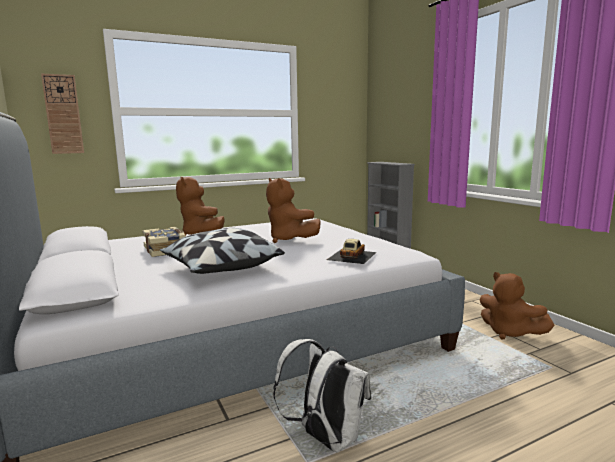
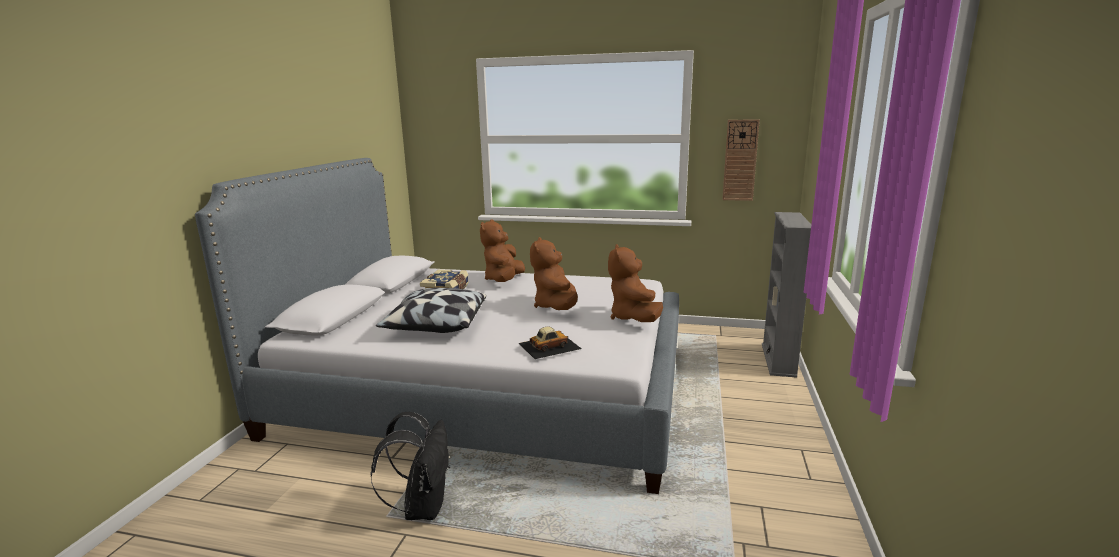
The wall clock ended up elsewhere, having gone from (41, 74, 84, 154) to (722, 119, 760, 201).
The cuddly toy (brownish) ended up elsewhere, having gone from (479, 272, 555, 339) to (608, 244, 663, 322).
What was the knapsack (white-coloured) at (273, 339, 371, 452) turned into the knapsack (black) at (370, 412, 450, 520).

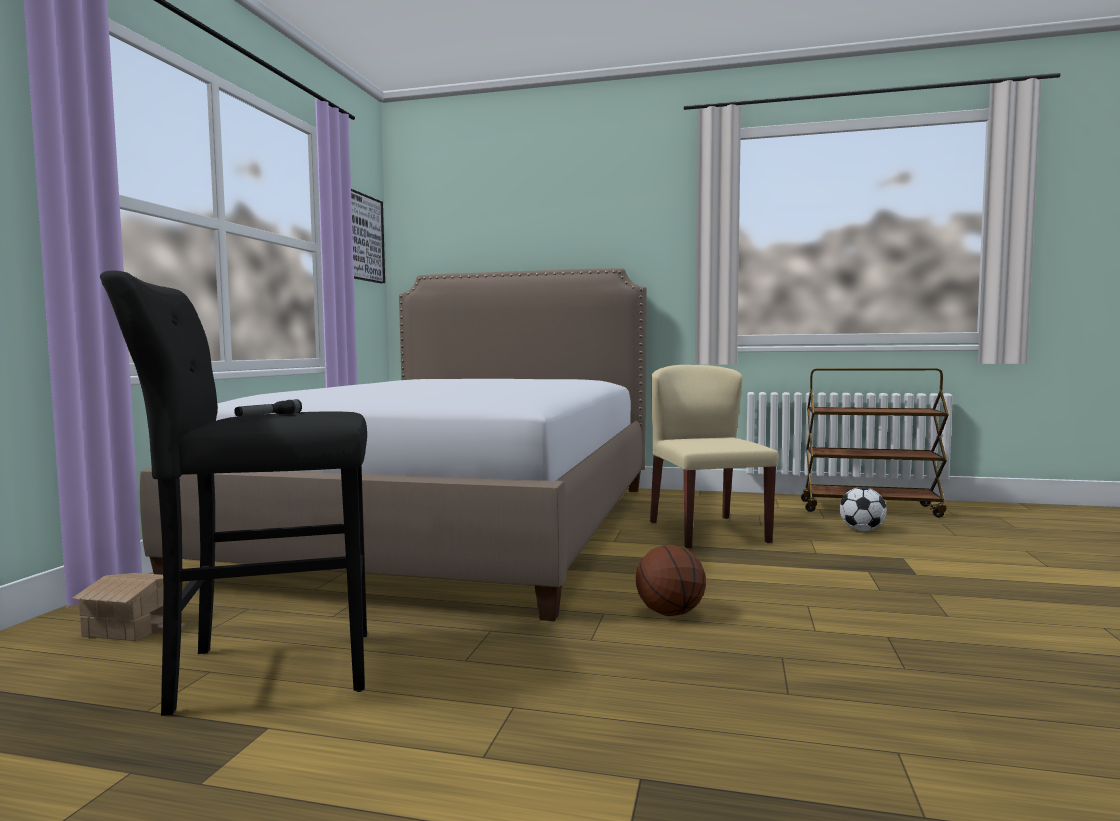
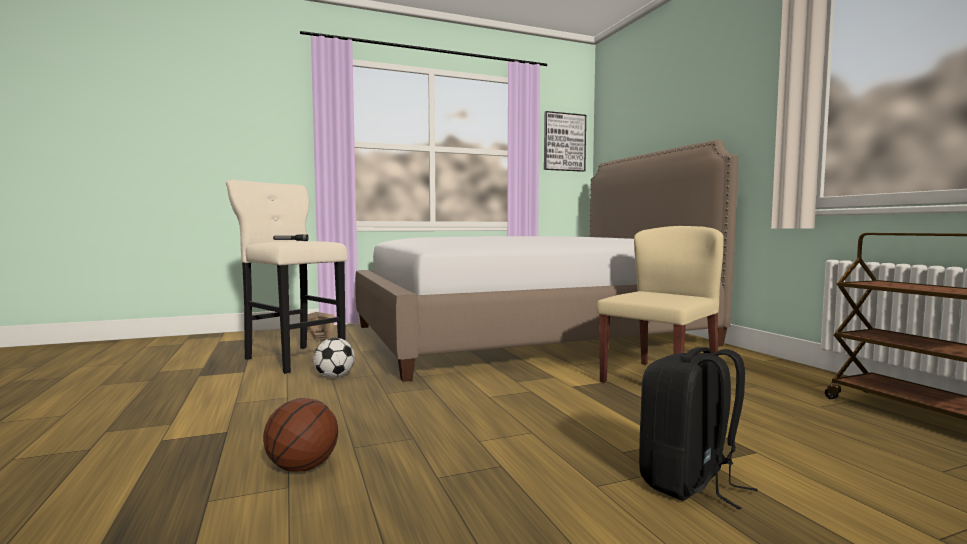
The second view gained the knapsack (black) at (639, 347, 758, 510).
The basketball ball ended up elsewhere, having gone from (636, 545, 706, 616) to (263, 398, 338, 472).
The football ball ended up elsewhere, having gone from (839, 487, 887, 531) to (313, 338, 355, 378).
What was the stool seat (black) at (100, 270, 367, 716) turned into the stool seat (beige-coloured) at (226, 180, 347, 374).

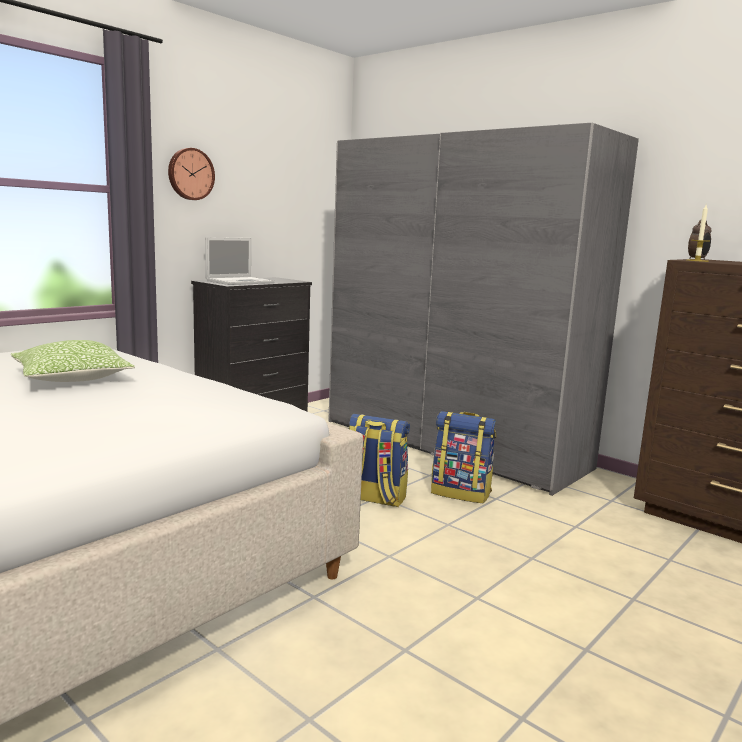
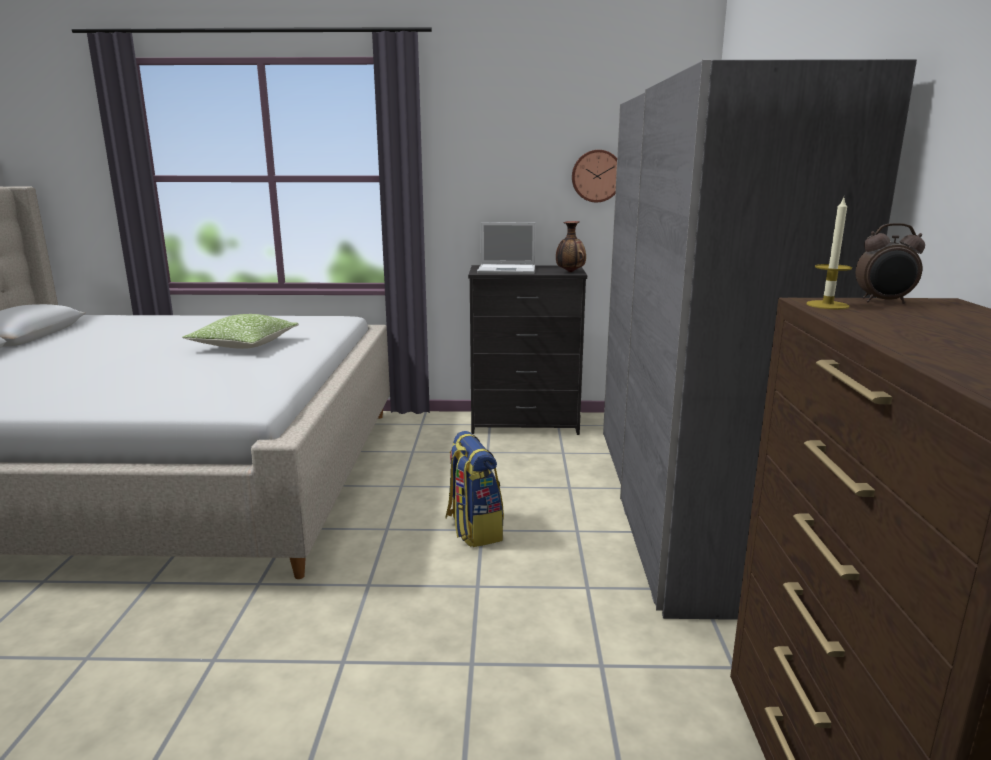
The second view lost the knapsack at (431, 411, 496, 504).
The second view gained the vase at (556, 221, 586, 272).
The wall clock ended up elsewhere, having gone from (168, 148, 215, 200) to (572, 150, 617, 202).

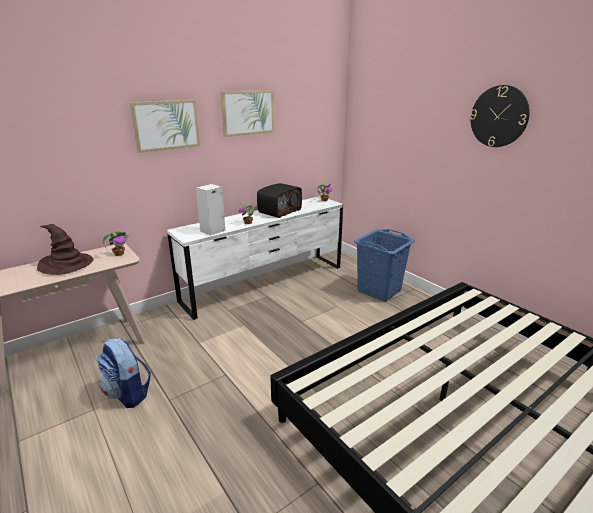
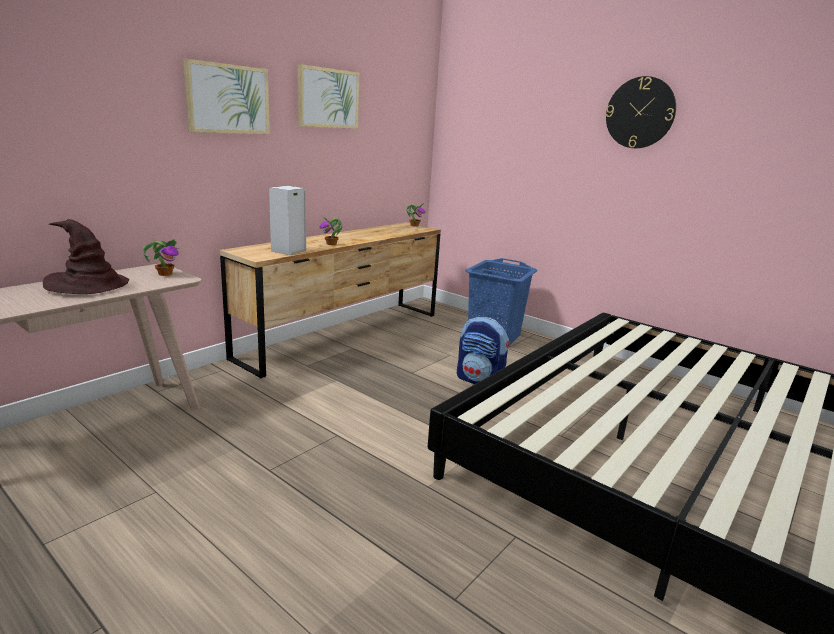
The second view lost the radio set at (257, 183, 302, 218).
The knapsack ended up elsewhere, having gone from (97, 338, 151, 408) to (457, 317, 510, 384).
What was the dresser (white-coloured) at (167, 196, 343, 320) turned into the dresser (brownish) at (220, 222, 441, 379).

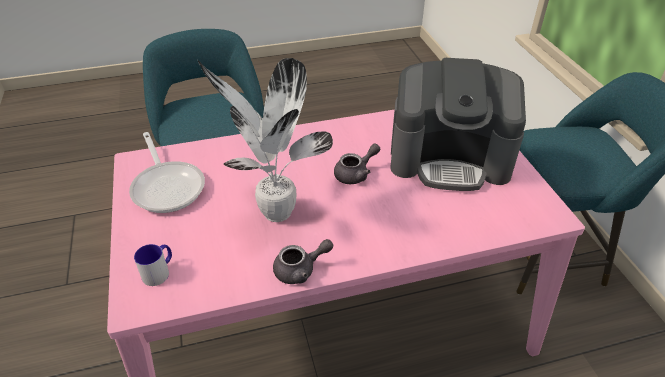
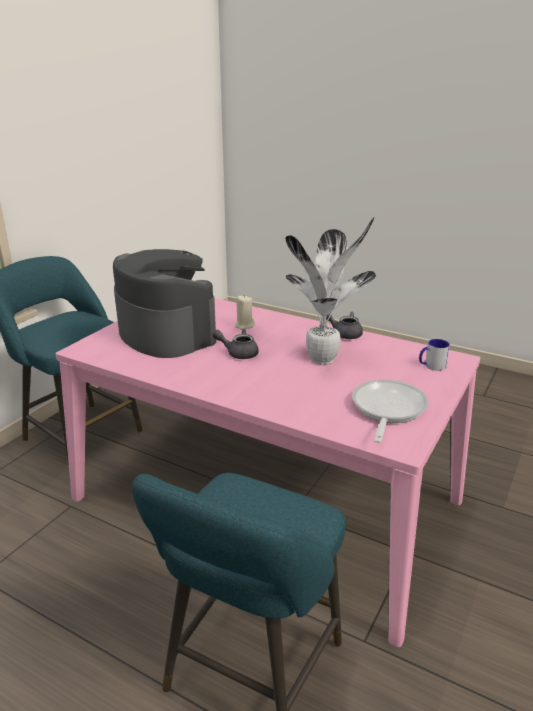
The second view gained the wax light (beige-coloured) at (235, 295, 255, 330).

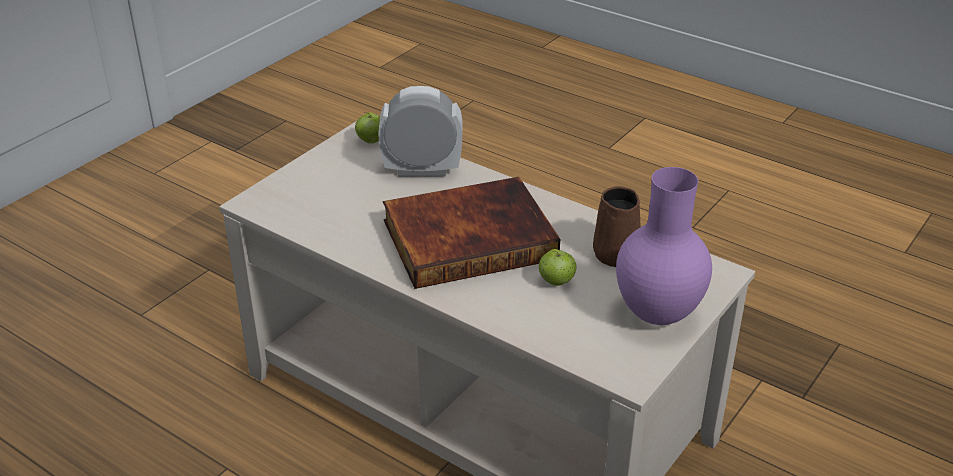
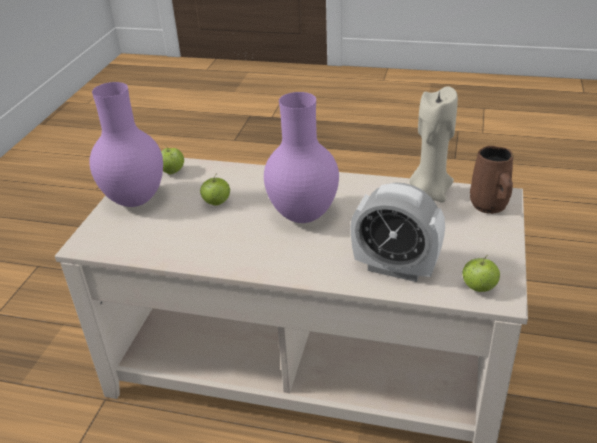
The second view gained the apple fruit at (161, 144, 184, 174).
The second view gained the wax light (beige-coloured) at (409, 86, 458, 203).
The tea mug (brownish) ended up elsewhere, having gone from (593, 186, 641, 267) to (470, 146, 514, 214).
Where the volume stood at (383, 177, 560, 289), the vase (purple) came to stand at (264, 92, 339, 223).
The table clock at (378, 86, 463, 177) ended up facing another way, 45 degrees clockwise from before.

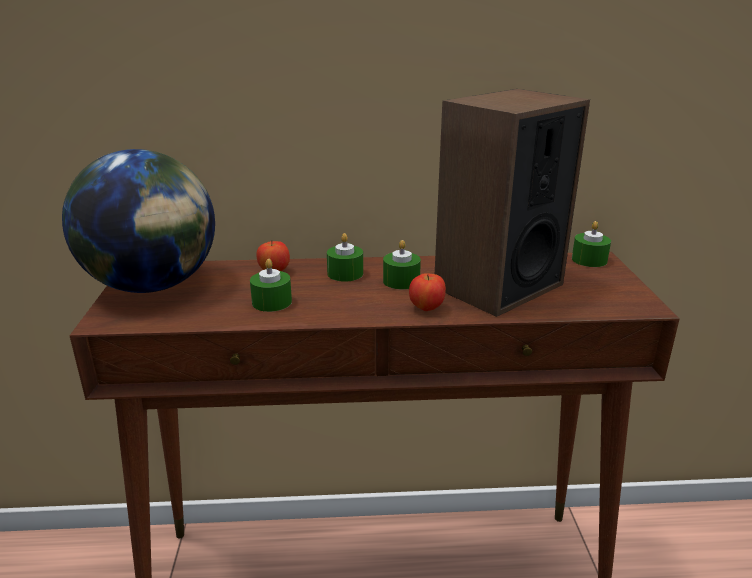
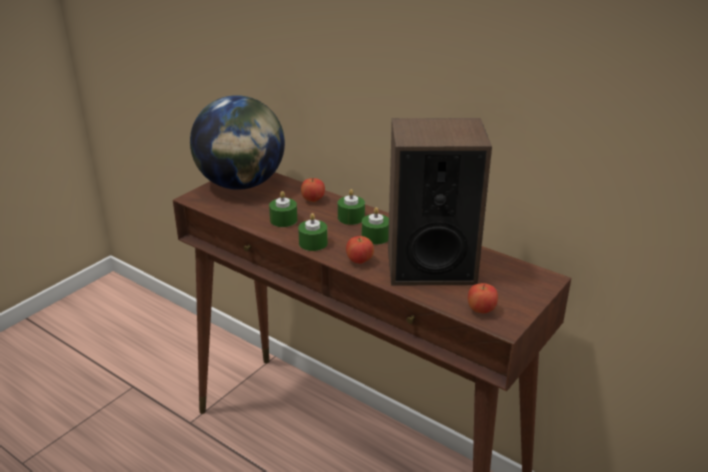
The second view gained the apple fruit at (468, 283, 498, 313).
The wax light (greenish) ended up elsewhere, having gone from (572, 221, 611, 267) to (298, 213, 328, 251).

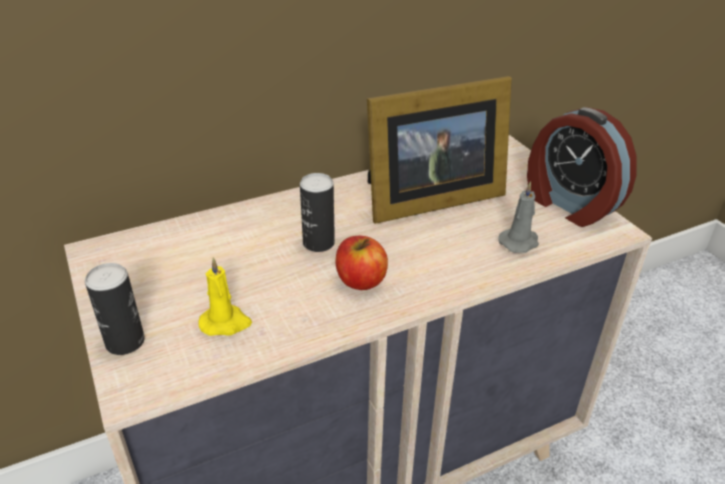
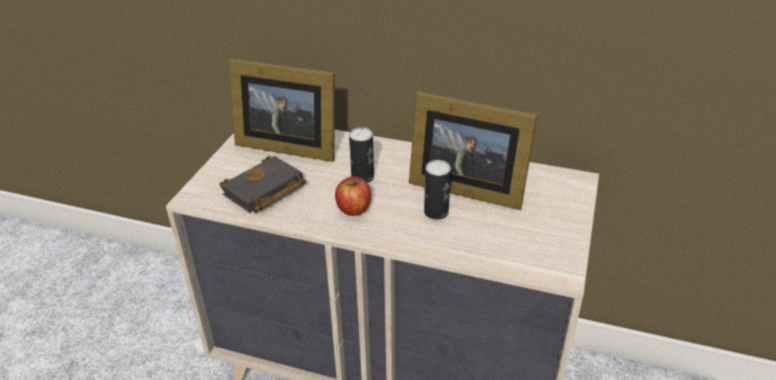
The second view lost the wax light (greyish) at (498, 181, 539, 253).
The second view lost the table clock at (527, 107, 637, 227).
The second view gained the photo frame at (229, 59, 335, 162).
The can ended up elsewhere, having gone from (85, 263, 145, 355) to (424, 160, 451, 220).
Where the wax light (yellow) stood at (199, 257, 252, 336), the volume (black) came to stand at (219, 156, 306, 213).

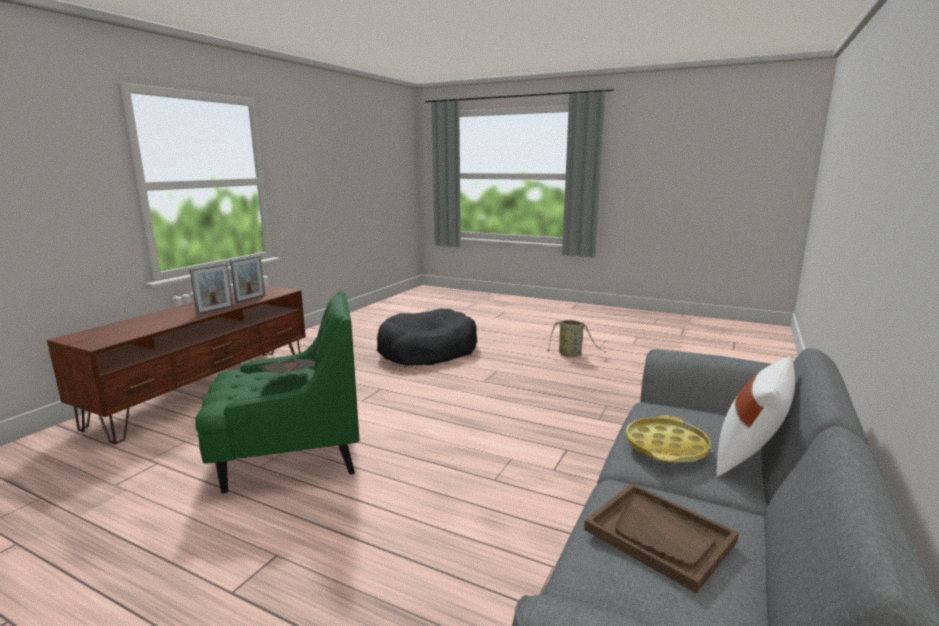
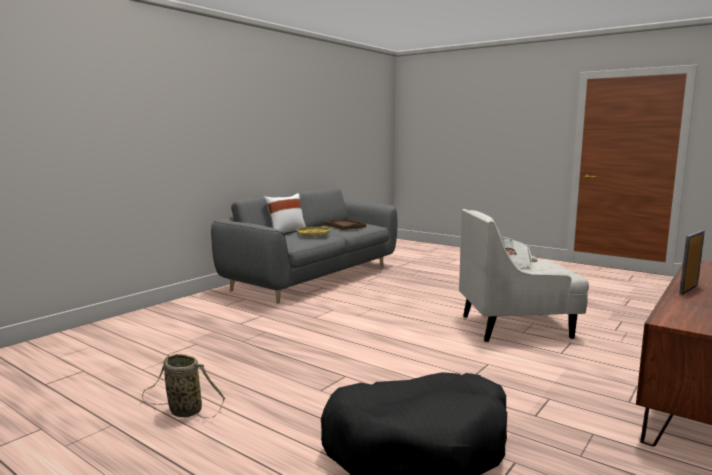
The second view lost the photo frame at (230, 255, 265, 303).
What was the easy chair (greenish) at (195, 291, 359, 493) turned into the easy chair (white-coloured) at (459, 209, 589, 342).

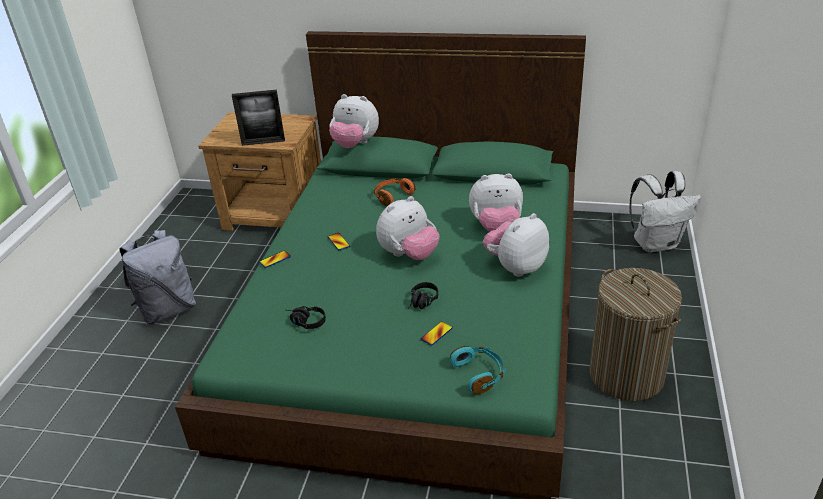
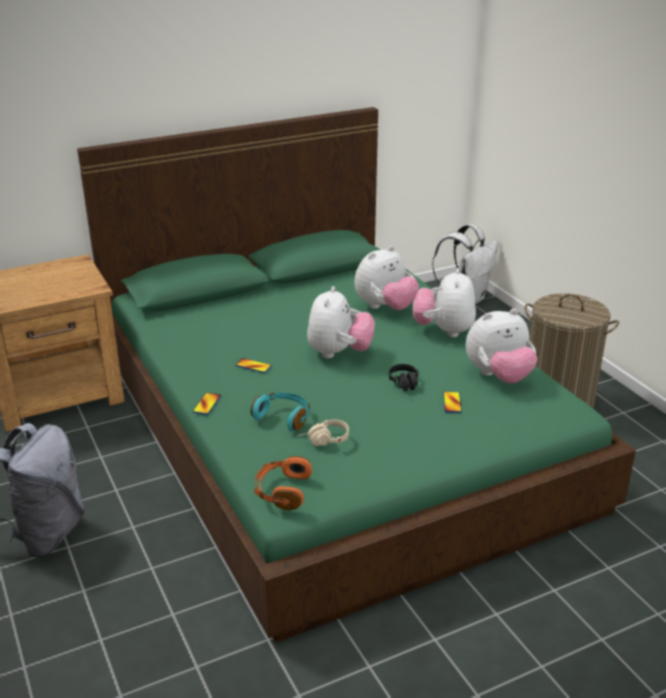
The second view lost the photo frame at (232, 90, 285, 146).
The cuddly toy ended up elsewhere, having gone from (329, 94, 379, 148) to (466, 309, 537, 383).
The headphones (orange-coloured) ended up elsewhere, having gone from (374, 178, 415, 206) to (254, 456, 312, 510).
The headphones (blue-green) ended up elsewhere, having gone from (450, 346, 506, 394) to (251, 392, 310, 431).
What was the headphones (black) at (287, 306, 326, 329) turned into the headphones (beige-coloured) at (297, 420, 349, 446).

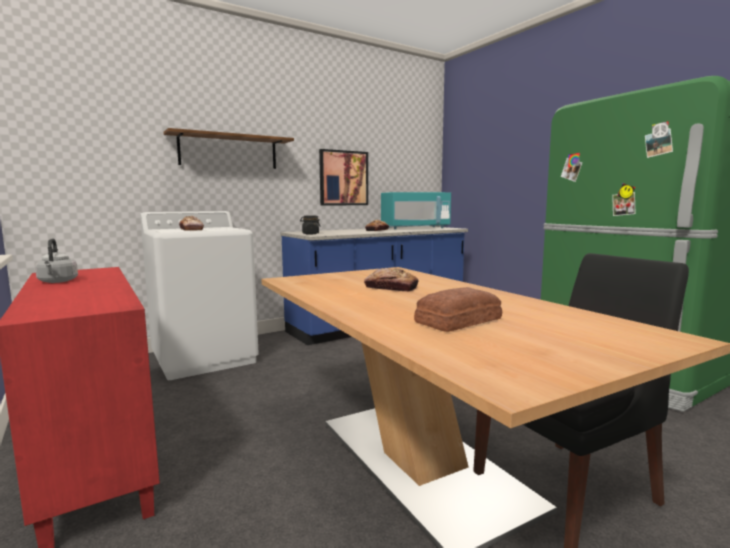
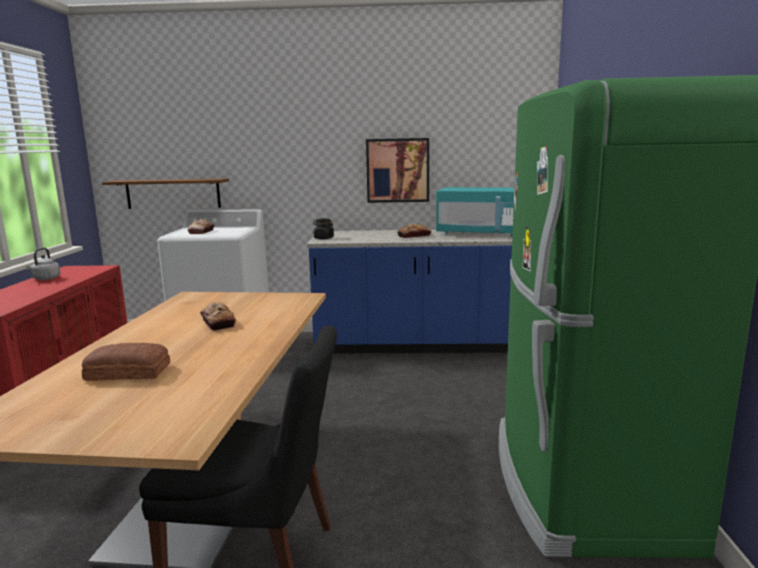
The shelf ended up elsewhere, having gone from (163, 128, 294, 169) to (102, 178, 229, 209).

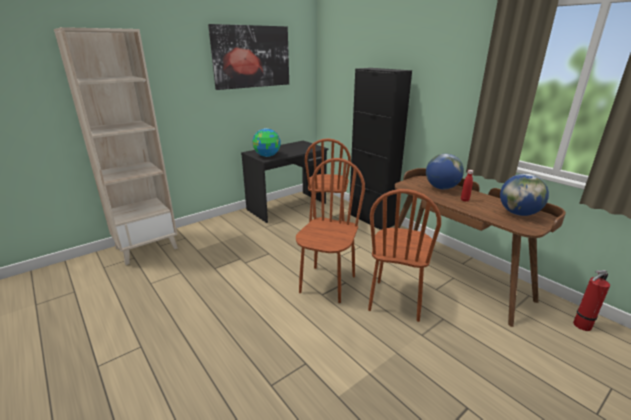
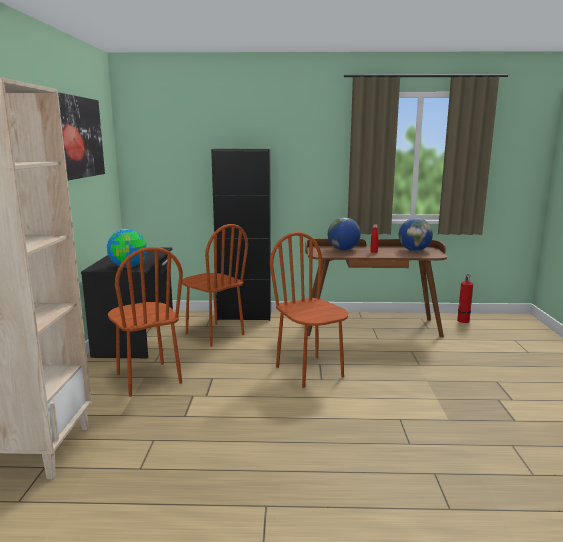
The plain chair (brownish) ended up elsewhere, having gone from (368, 189, 441, 322) to (108, 247, 183, 397).

